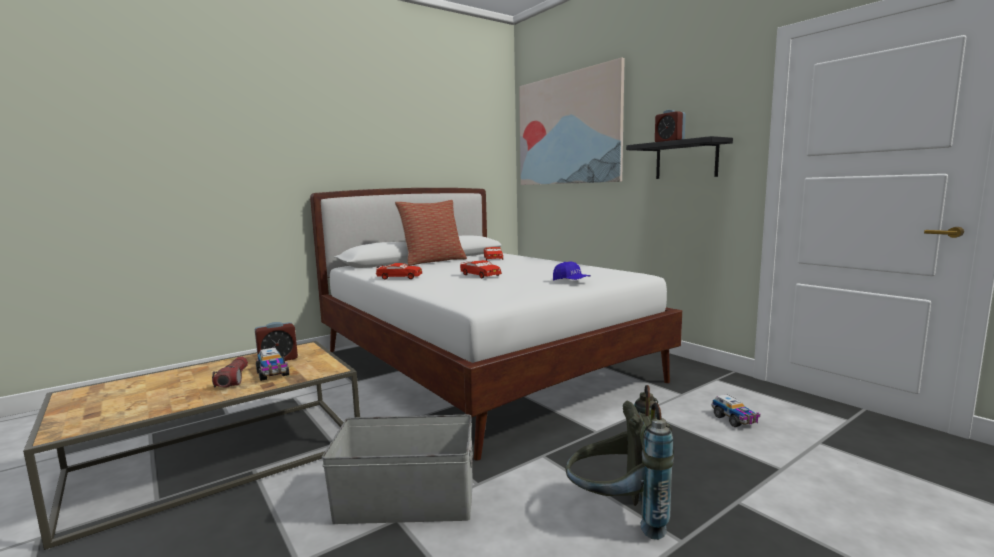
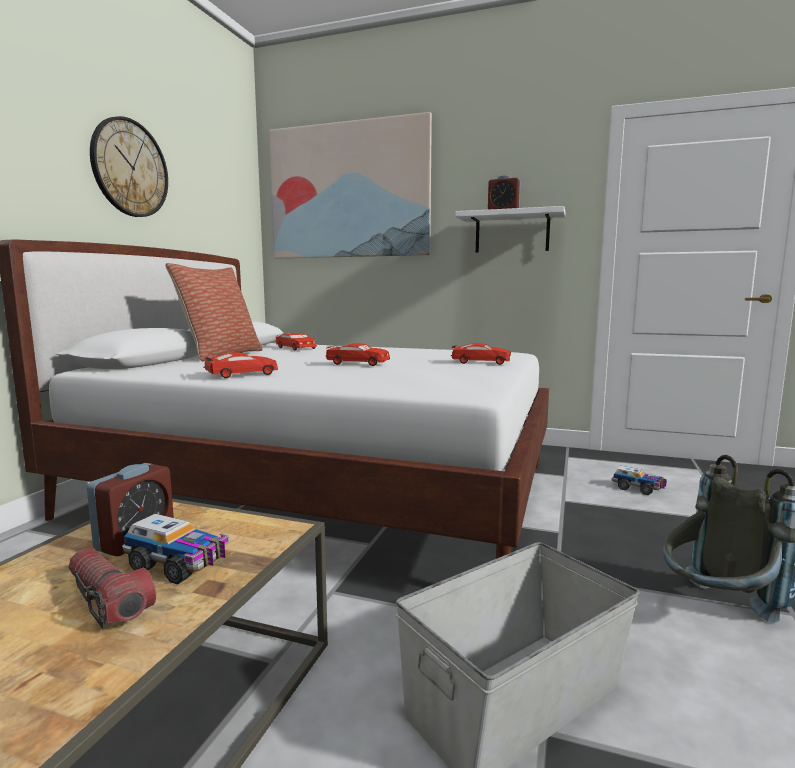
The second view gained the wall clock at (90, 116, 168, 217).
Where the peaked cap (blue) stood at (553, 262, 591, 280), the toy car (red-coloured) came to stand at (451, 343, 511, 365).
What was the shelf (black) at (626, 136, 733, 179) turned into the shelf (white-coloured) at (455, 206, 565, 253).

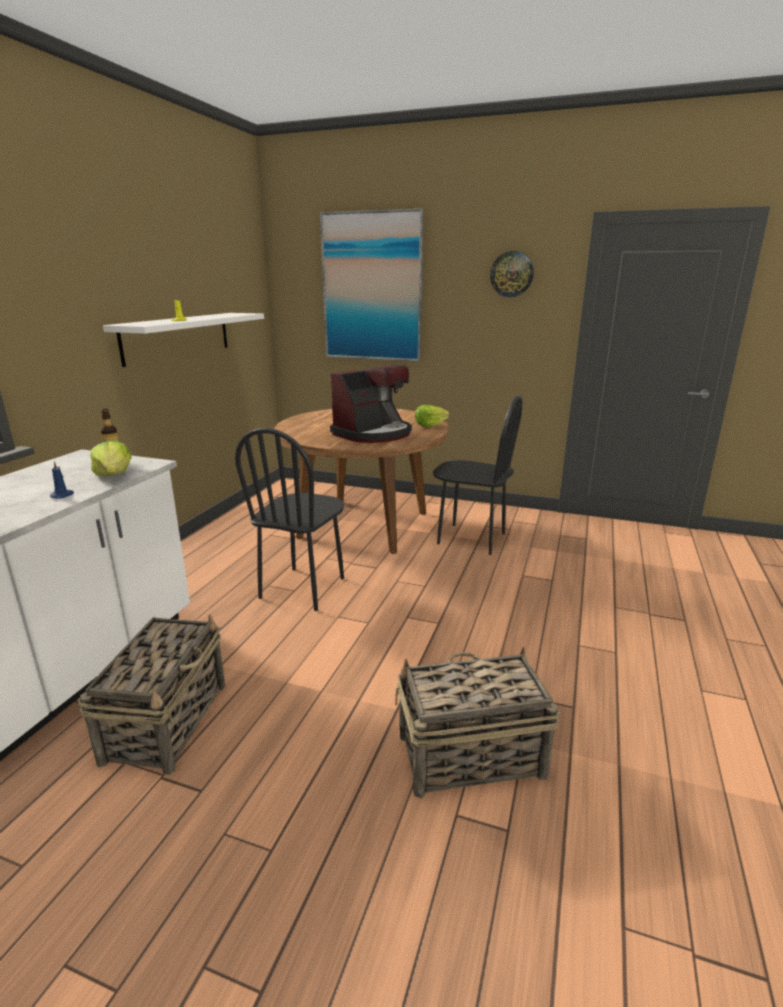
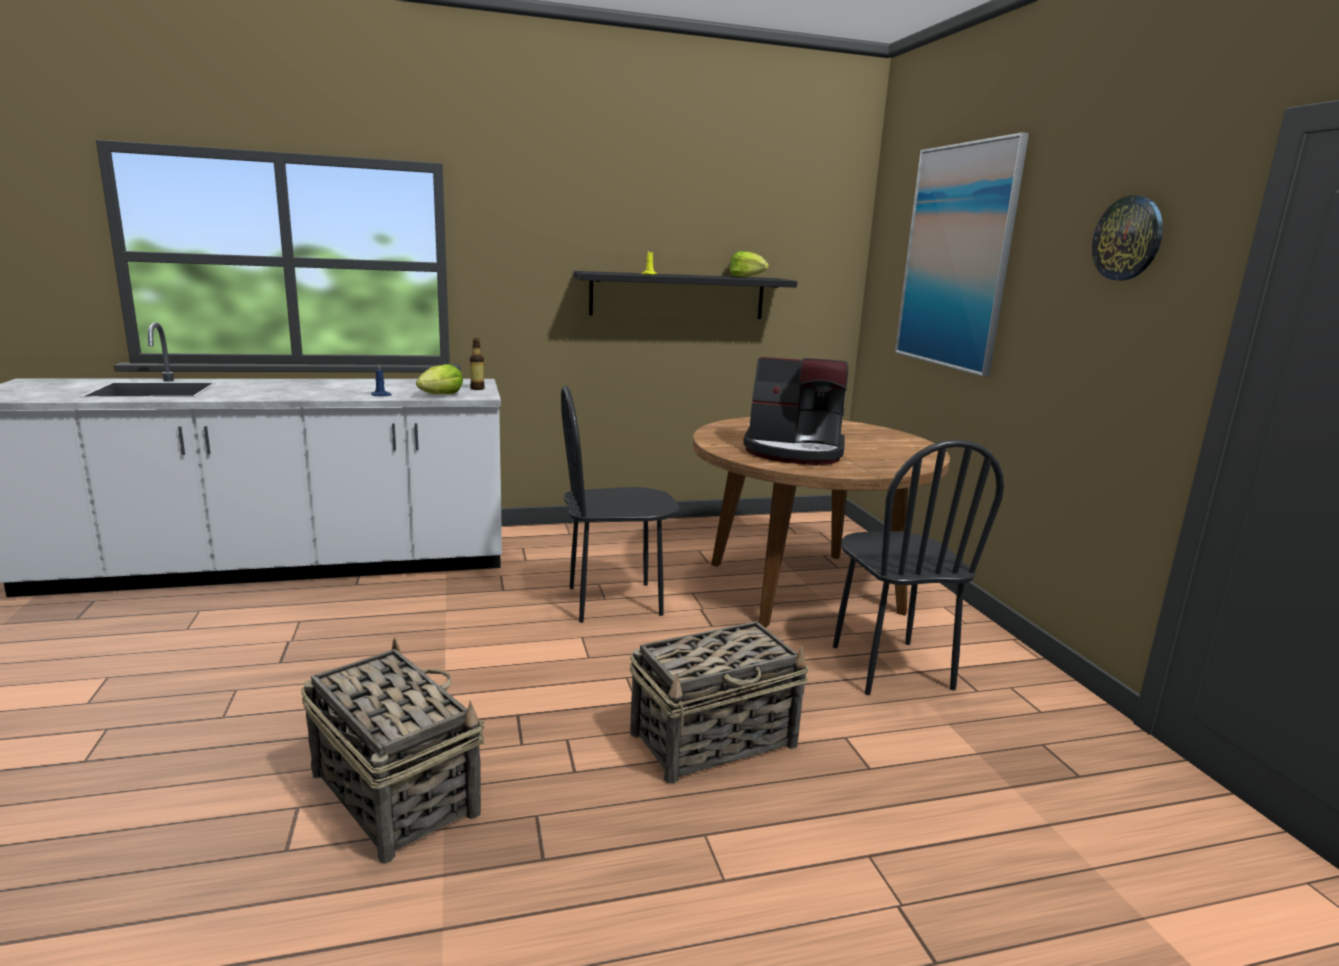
The household basket ended up elsewhere, having gone from (78, 614, 225, 775) to (630, 621, 809, 784).
The lettuce head ended up elsewhere, having gone from (415, 405, 449, 427) to (729, 251, 769, 277).
What was the shelf (white-coloured) at (103, 313, 264, 367) turned into the shelf (black) at (573, 271, 797, 319).

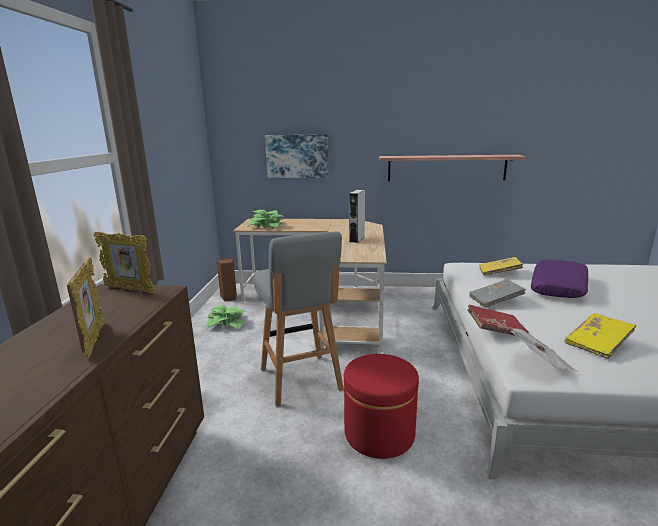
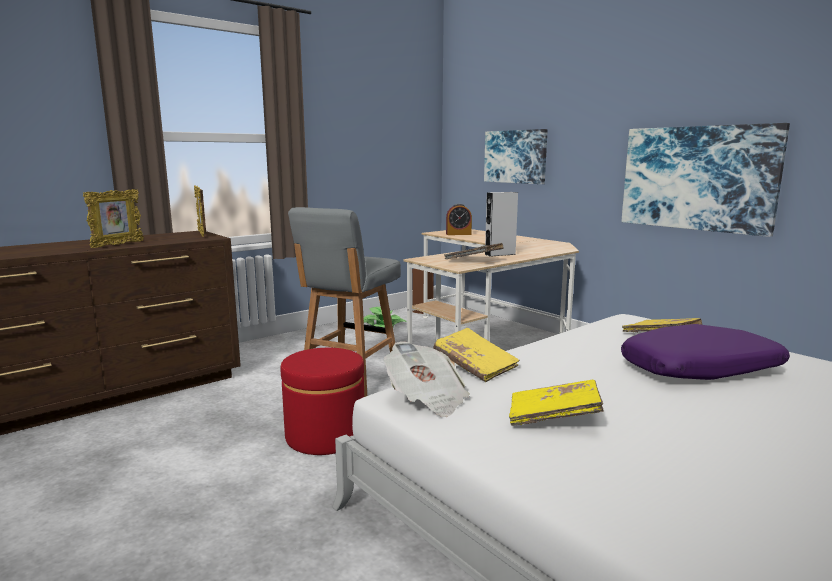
The volume (greyish) ended up elsewhere, having gone from (469, 279, 526, 308) to (444, 243, 504, 259).
Where the plant in a pot stood at (247, 210, 283, 228), the table clock came to stand at (446, 204, 472, 235).
Where the shelf hung at (379, 155, 525, 181), the wall picture came to hang at (621, 123, 790, 237).
What was the volume (red-coloured) at (467, 304, 529, 336) turned into the volume (yellow) at (433, 328, 519, 382).

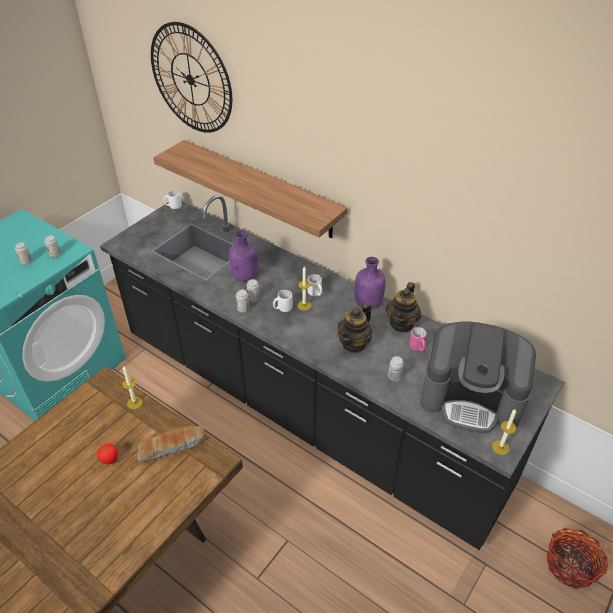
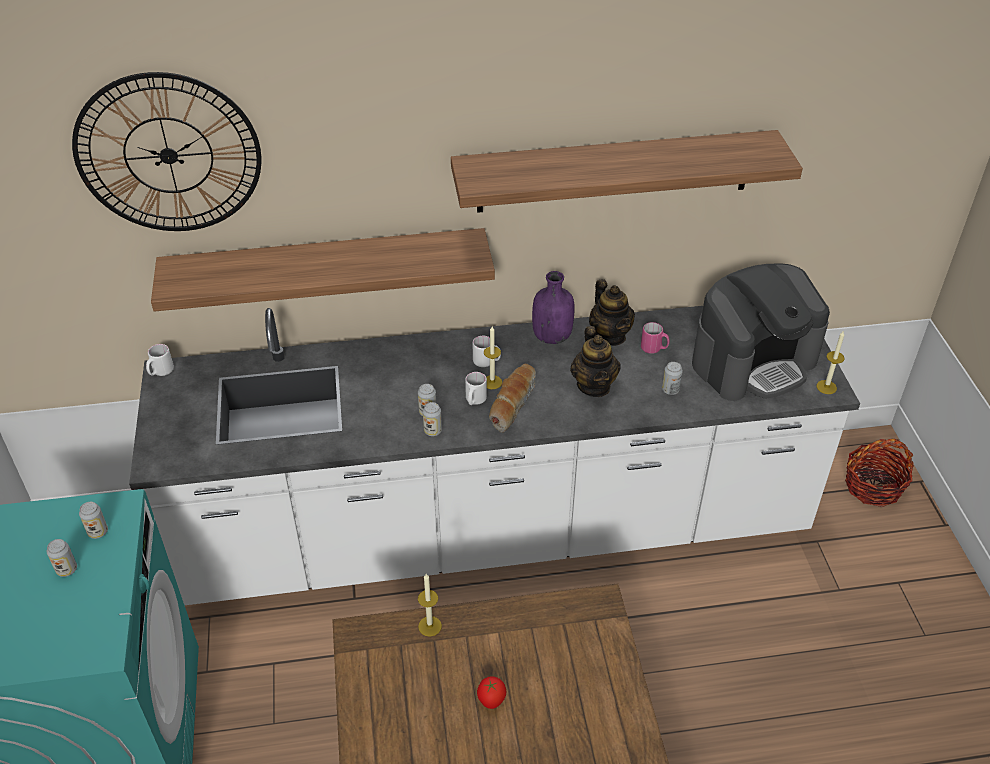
The second view lost the drink bottle (purple) at (229, 230, 259, 281).
The second view gained the shelf at (451, 130, 803, 213).
The bread ended up elsewhere, having gone from (137, 426, 205, 462) to (489, 364, 536, 433).
What was the kitchen counter (black) at (100, 195, 564, 550) turned into the kitchen counter (white-coloured) at (129, 306, 860, 605).

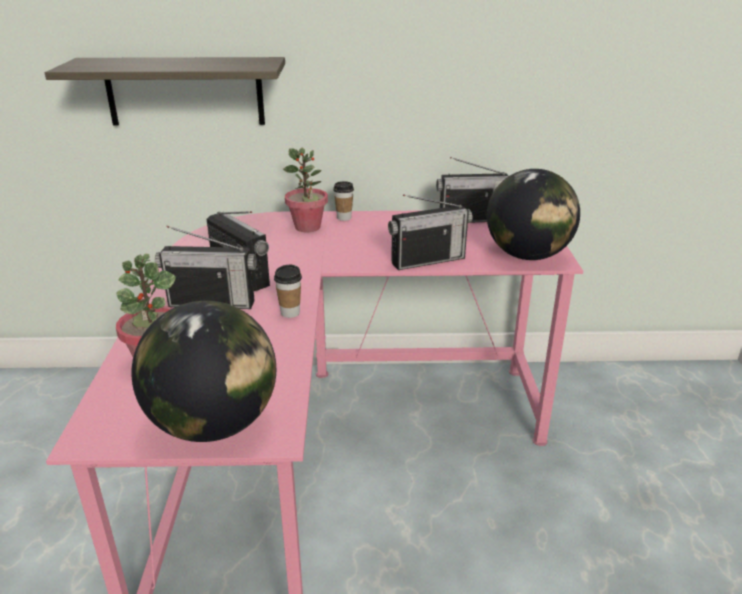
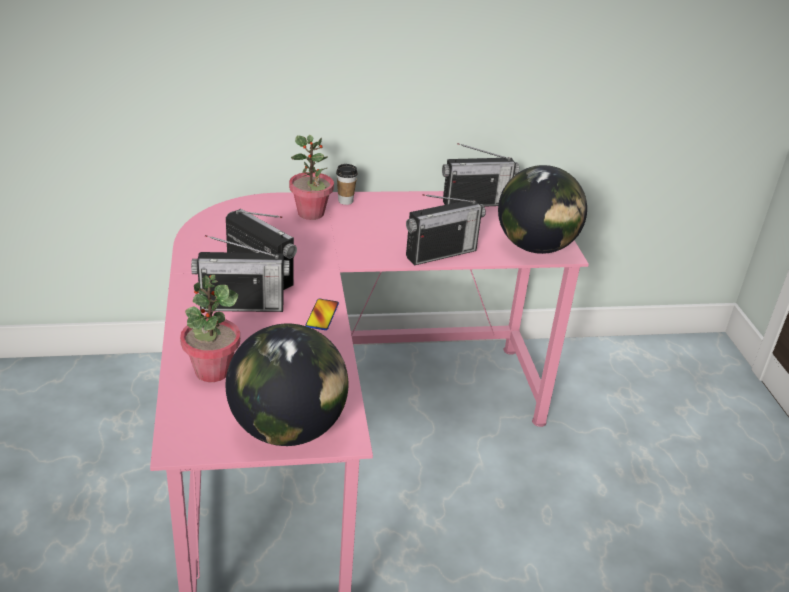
The second view lost the shelf at (45, 57, 285, 125).
Where the cup stood at (274, 265, 302, 318), the phone came to stand at (305, 299, 339, 330).

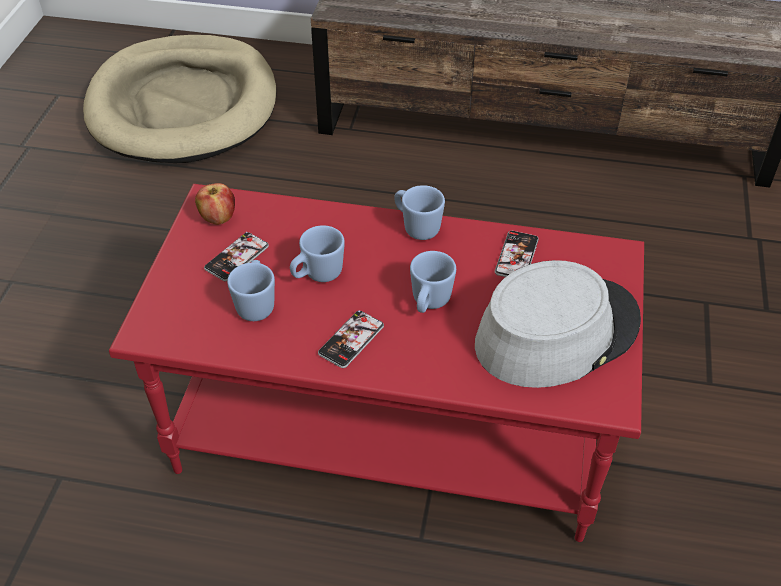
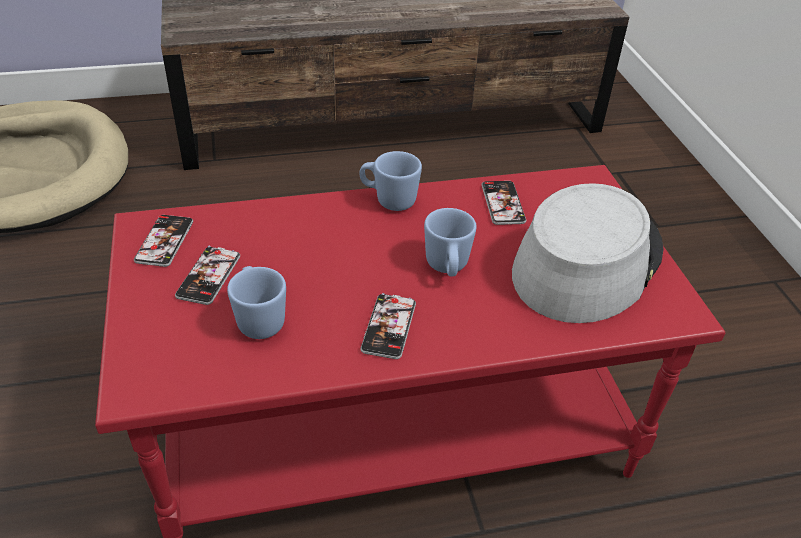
The second view lost the tea mug (blue) at (290, 225, 345, 282).
Where the apple fruit stood at (195, 183, 235, 225), the phone came to stand at (134, 215, 193, 267).

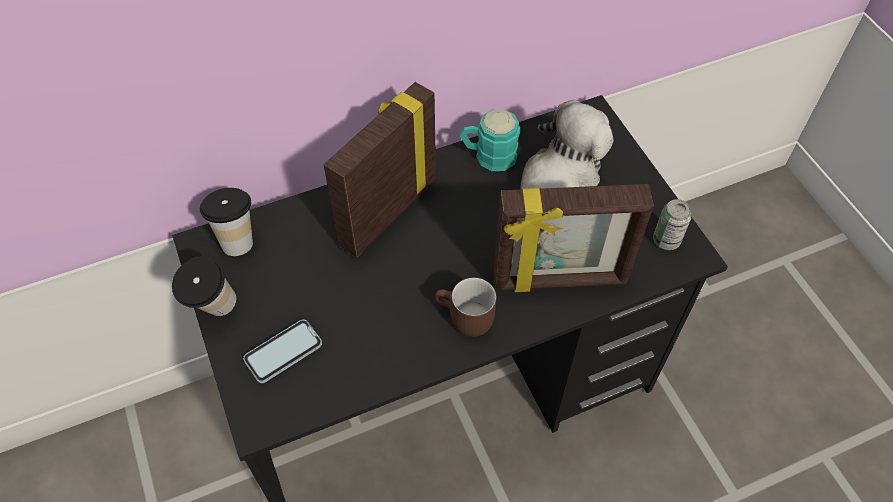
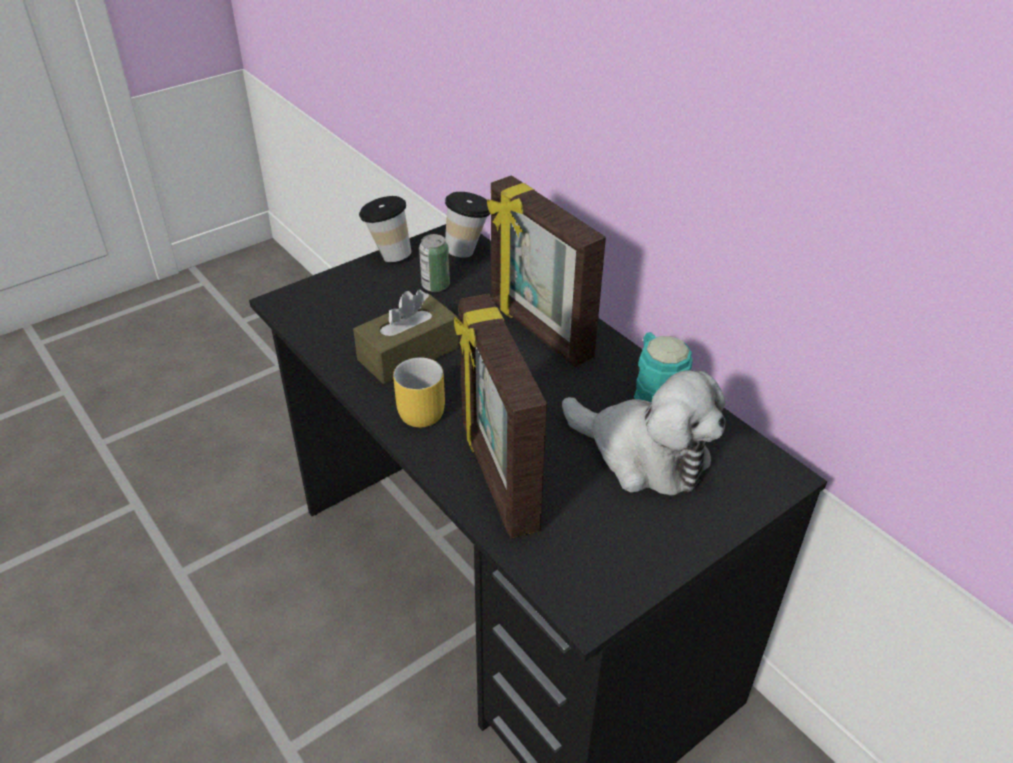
The second view lost the phone at (243, 320, 322, 383).
The second view gained the box of tissues (brownish) at (353, 290, 459, 384).
The can ended up elsewhere, having gone from (653, 199, 692, 250) to (419, 234, 450, 292).
What was the tea mug (brownish) at (435, 277, 497, 337) turned into the tea mug (yellow) at (393, 357, 445, 427).
The photo frame at (324, 82, 436, 258) ended up facing another way, 150 degrees counterclockwise from before.

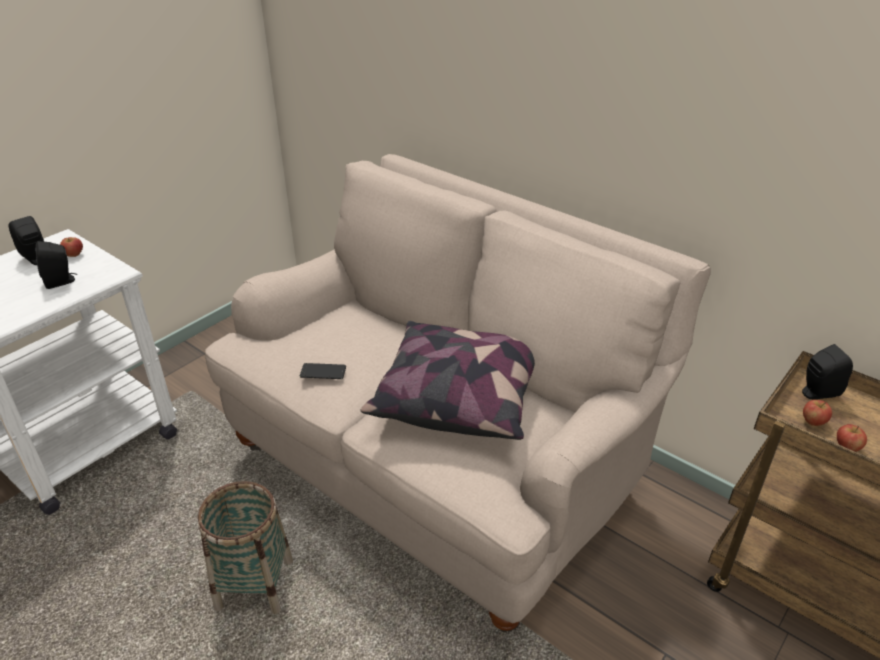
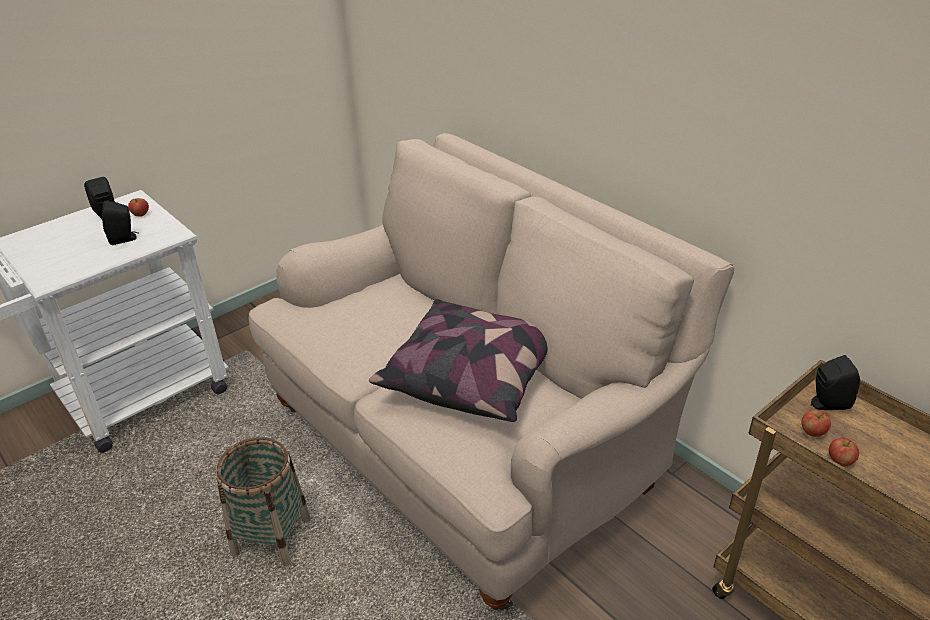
The second view lost the phone at (300, 363, 346, 379).

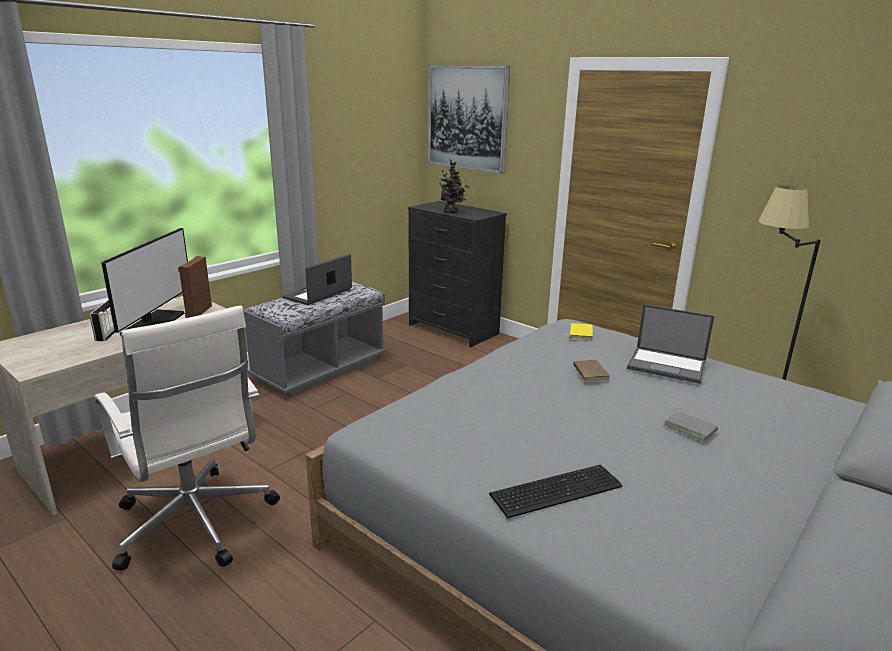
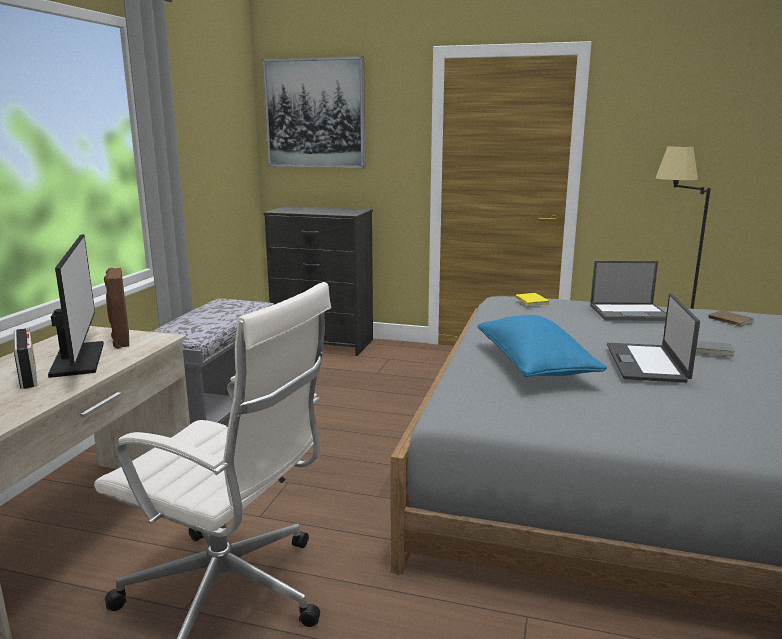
The second view lost the plant in a pot at (439, 159, 470, 214).
The second view lost the PC keyboard at (489, 465, 622, 518).
The second view gained the throw pillow (blue) at (478, 315, 607, 377).
The portable computer ended up elsewhere, having gone from (282, 254, 352, 305) to (607, 294, 700, 383).
The volume (brownish) ended up elsewhere, having gone from (573, 360, 610, 381) to (708, 310, 754, 326).

